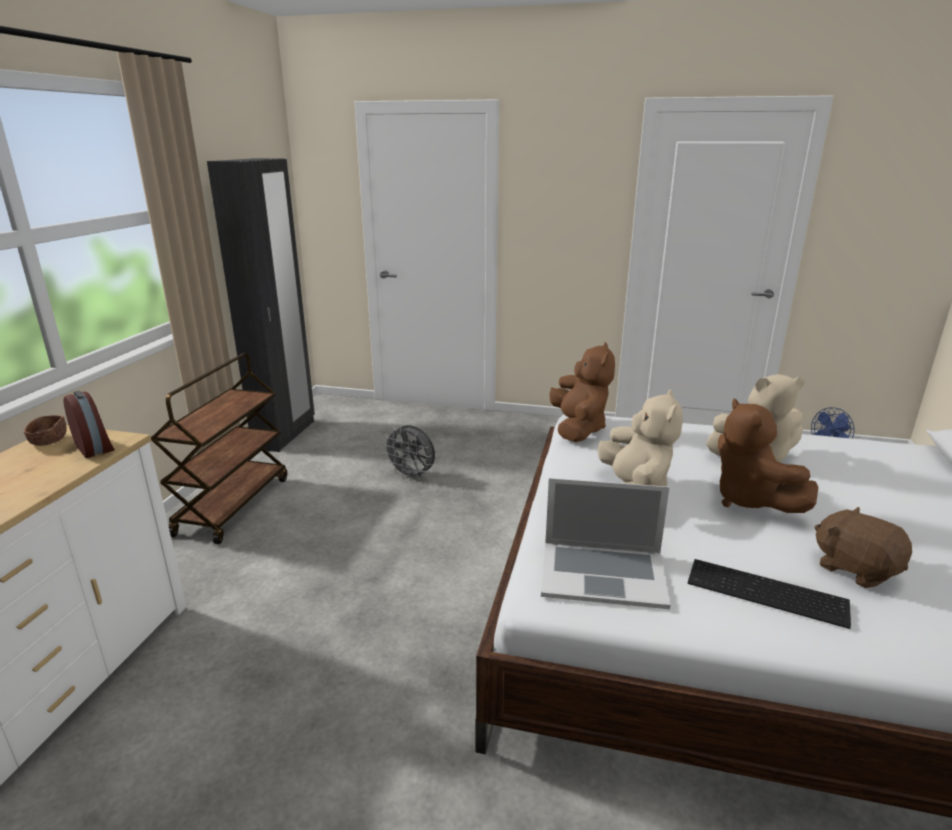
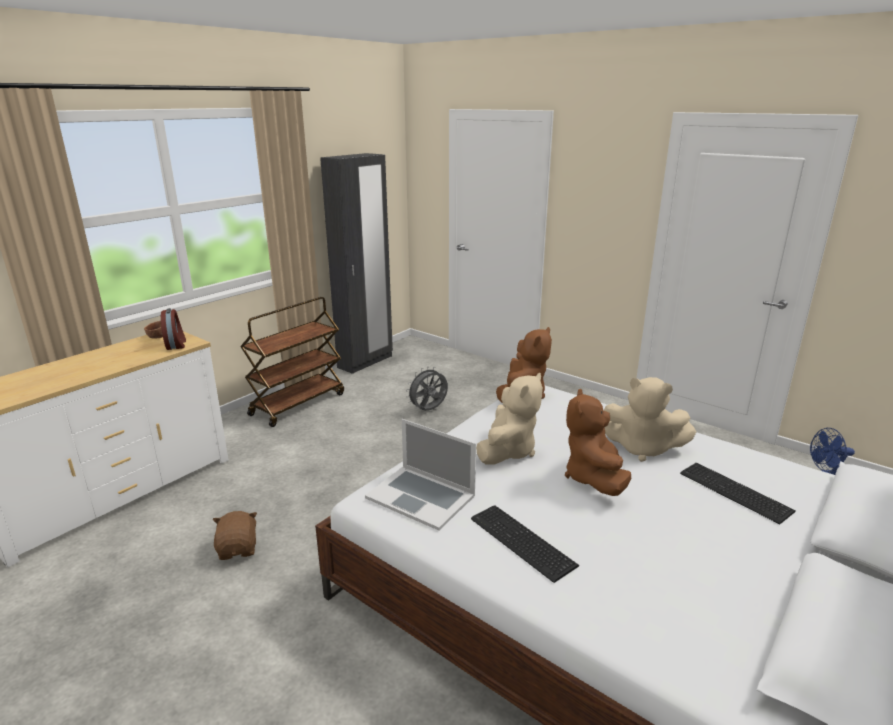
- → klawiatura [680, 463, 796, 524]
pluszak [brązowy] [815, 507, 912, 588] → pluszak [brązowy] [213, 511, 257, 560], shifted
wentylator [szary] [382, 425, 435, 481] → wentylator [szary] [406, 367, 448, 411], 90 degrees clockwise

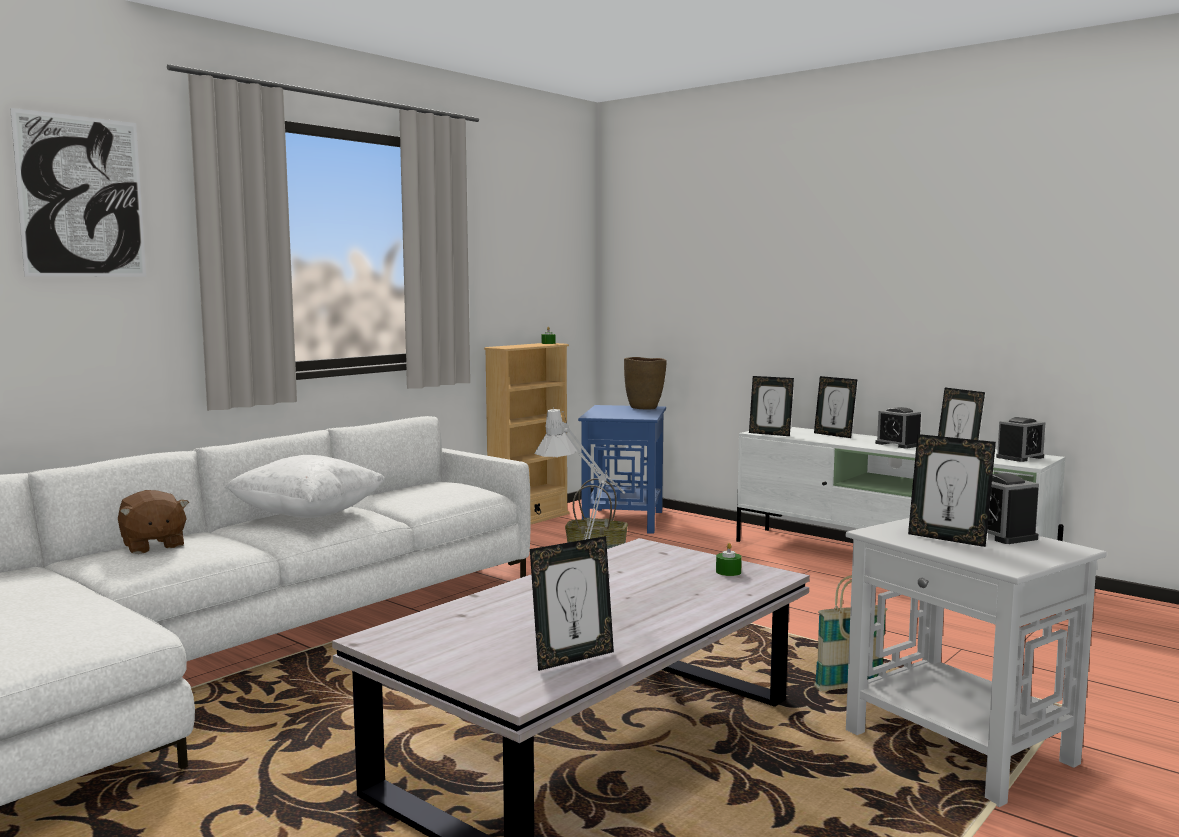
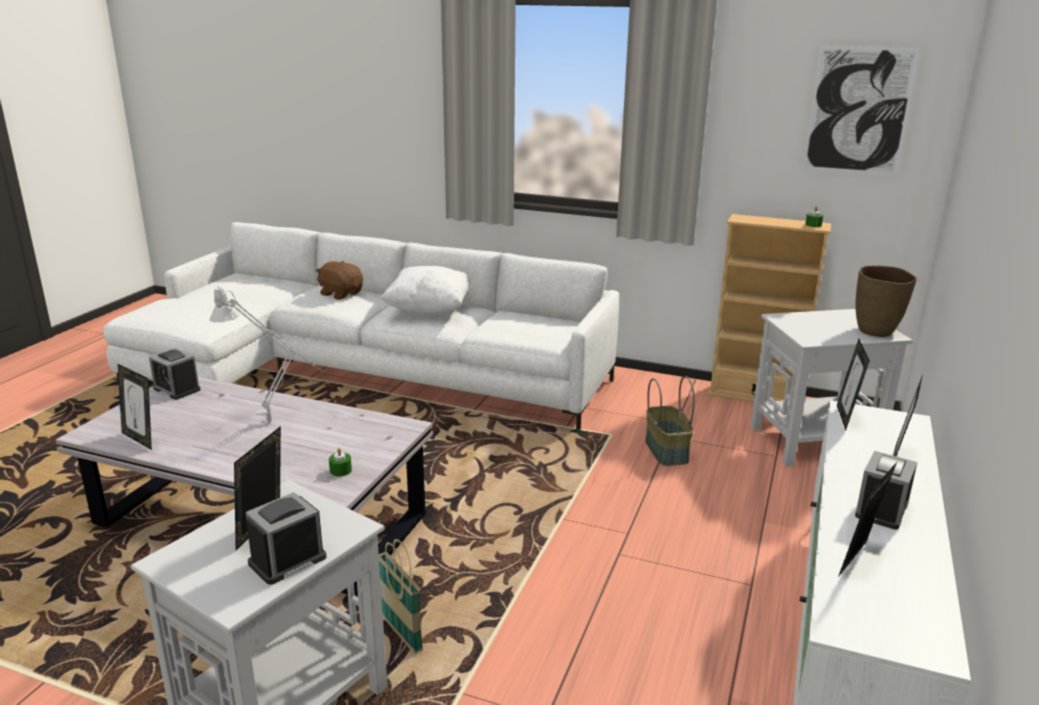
obraz [10, 108, 146, 277] → obraz [803, 45, 920, 175], shifted
budzik [996, 417, 1046, 462] → budzik [149, 348, 200, 400], shifted
stolik [niebieski] [578, 405, 666, 534] → stolik [biały] [750, 309, 913, 466]
pluszak [brązowy] [118, 490, 189, 554] → pluszak [brązowy] [316, 261, 363, 300], 90 degrees clockwise

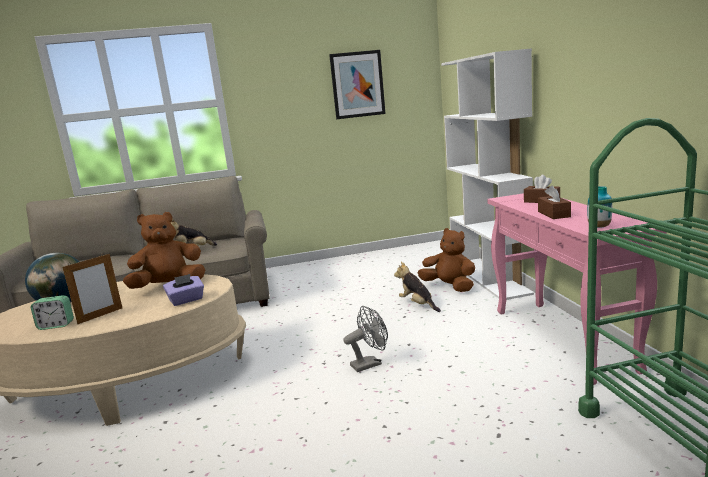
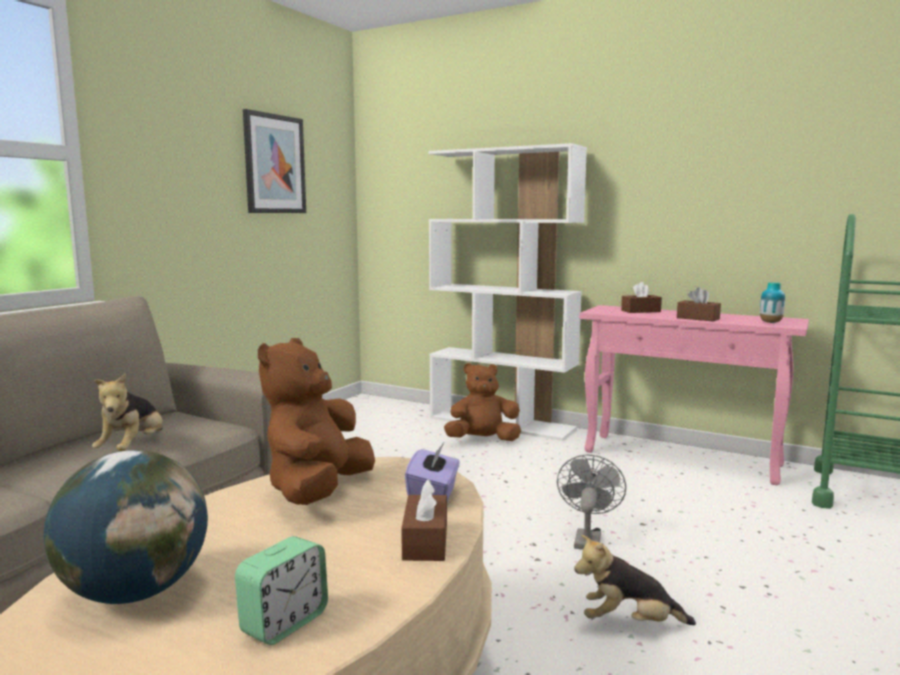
ramka na zdjęcie [62, 254, 122, 324] → -
- → pudełko chusteczek [brązowy] [401, 479, 447, 561]
pluszak [394, 262, 441, 312] → pluszak [574, 534, 696, 625], shifted

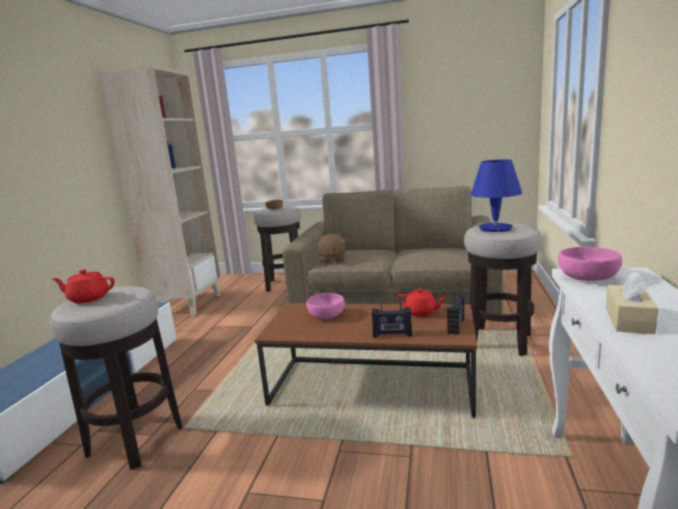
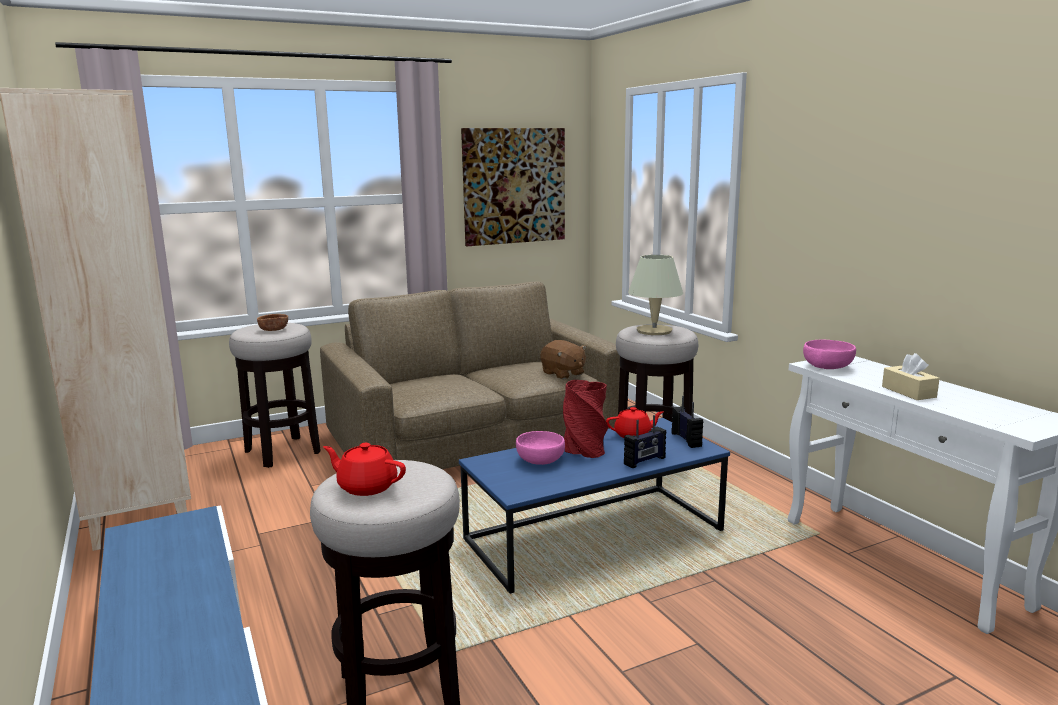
- → obraz [461, 128, 565, 246]
- → wazon [czerwony] [563, 380, 608, 458]
pluszak [brązowy] [316, 233, 345, 263] → pluszak [brązowy] [540, 340, 587, 379], shifted
ława [brązowy] [254, 303, 478, 418] → ława [niebieski] [459, 418, 730, 594]
lampa stołowa [niebieski] [471, 159, 522, 232] → lampa stołowa [beżowy] [628, 255, 683, 335]
imbryk [czerwony] [52, 269, 115, 303] → imbryk [czerwony] [323, 443, 406, 496], 60 degrees clockwise

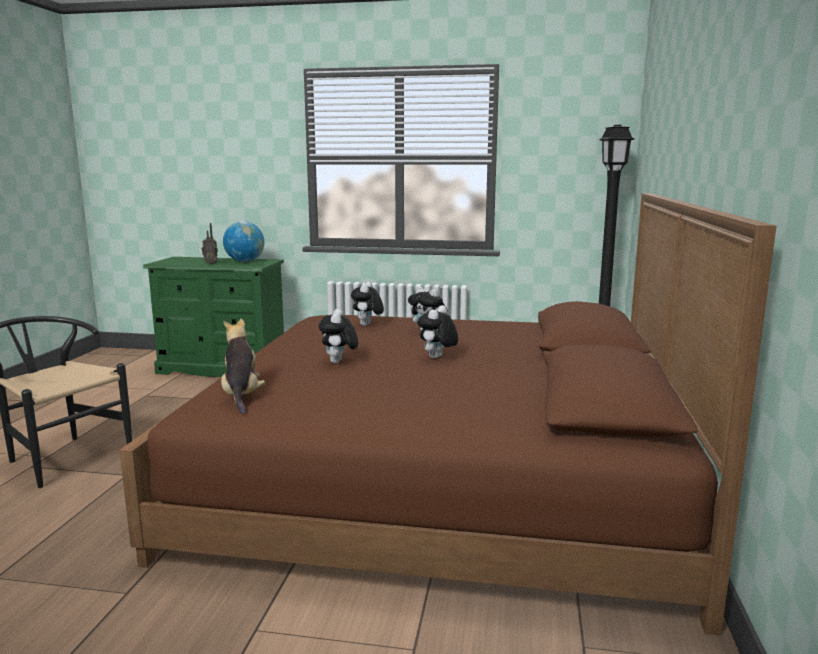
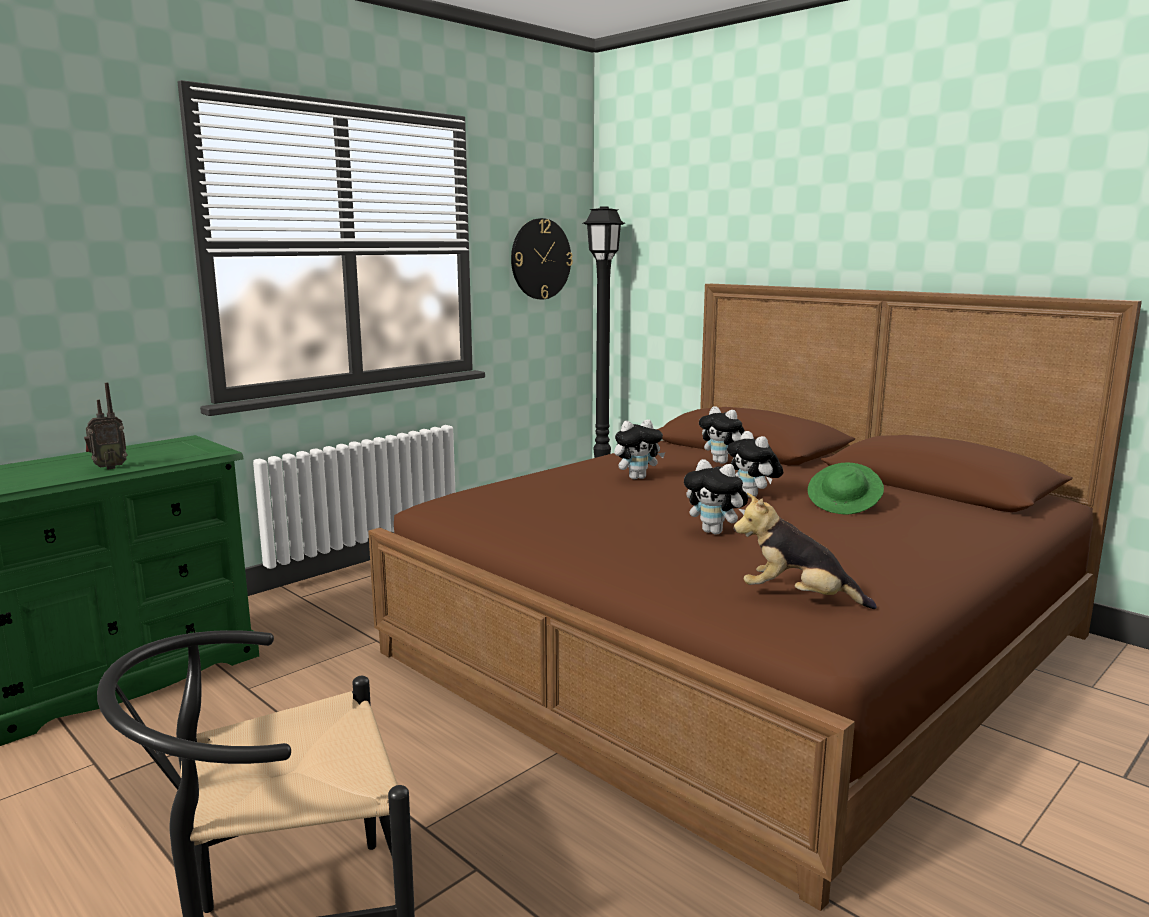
globus [223, 221, 264, 262] → -
- → zegar ścienny [511, 218, 573, 300]
- → kapelusz [zielony] [808, 462, 884, 515]
pluszak [351, 281, 384, 326] → pluszak [699, 406, 745, 464], shifted

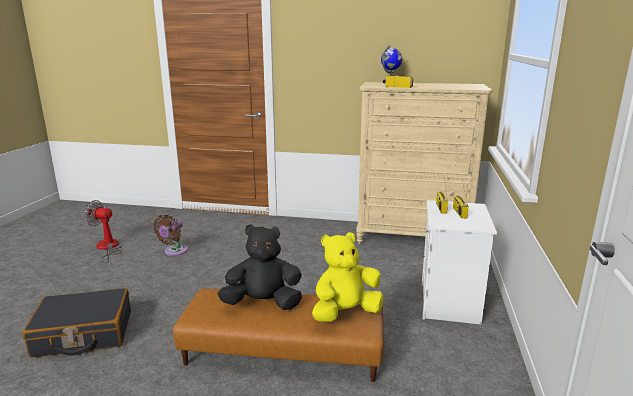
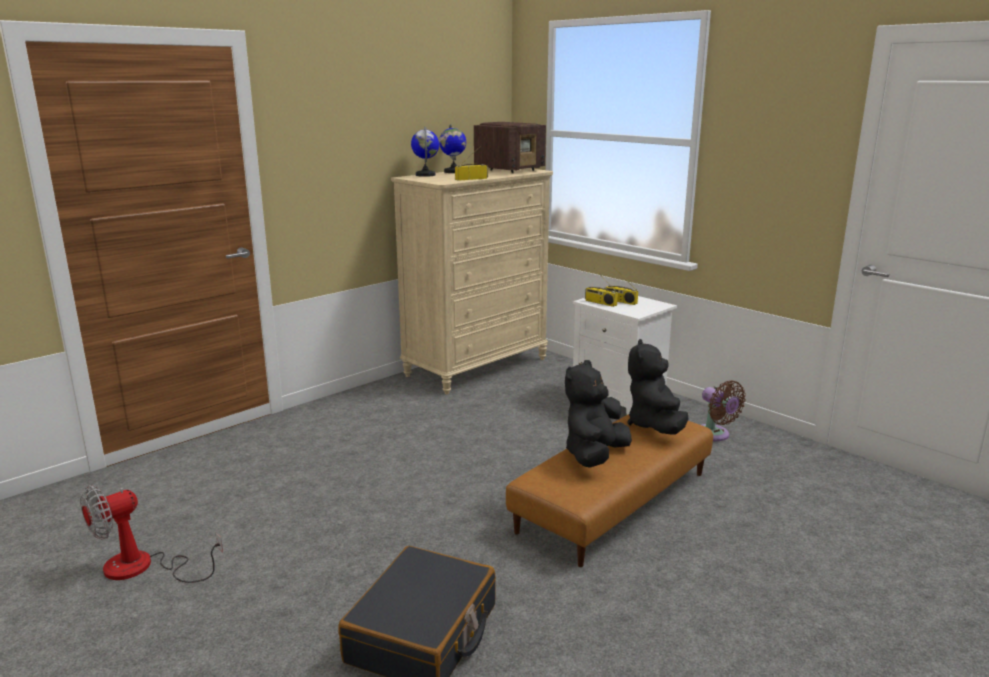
- → globus [439, 124, 466, 173]
- → radio [474, 122, 546, 173]
wentylator [brązowy] [153, 215, 188, 256] → wentylator [brązowy] [702, 380, 746, 441], shifted
pluszak [żółty] [312, 232, 383, 322] → pluszak [czarny] [627, 339, 689, 435]

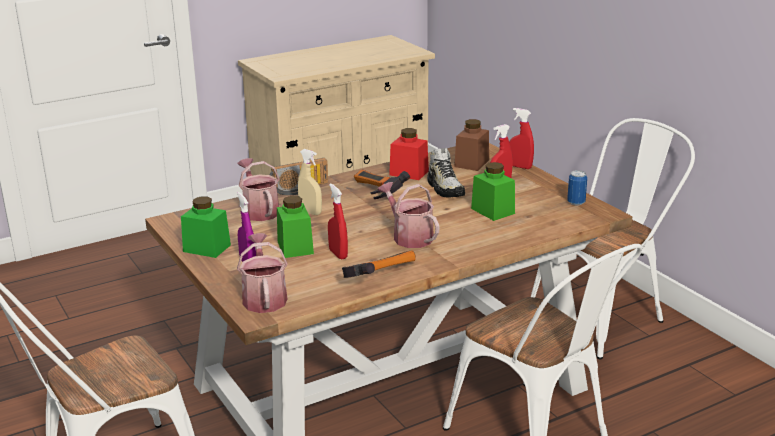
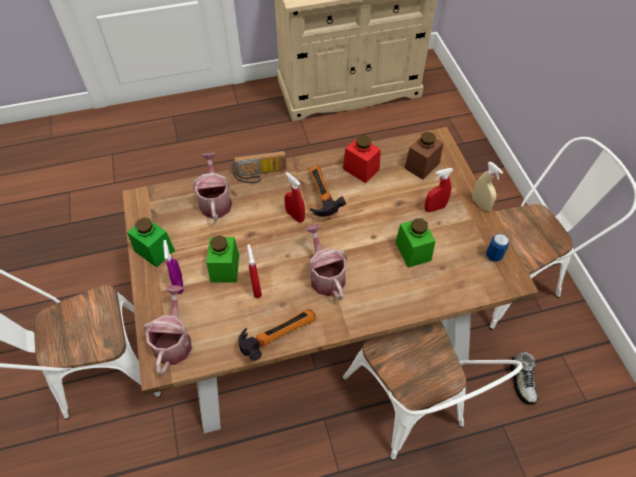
spryskiwacz [beżowy] [298, 149, 322, 215] → spryskiwacz [beżowy] [472, 162, 503, 211], shifted
but [427, 148, 465, 198] → but [510, 352, 538, 405], shifted
spryskiwacz [czerwony] [509, 108, 534, 169] → spryskiwacz [czerwony] [284, 172, 305, 223], shifted

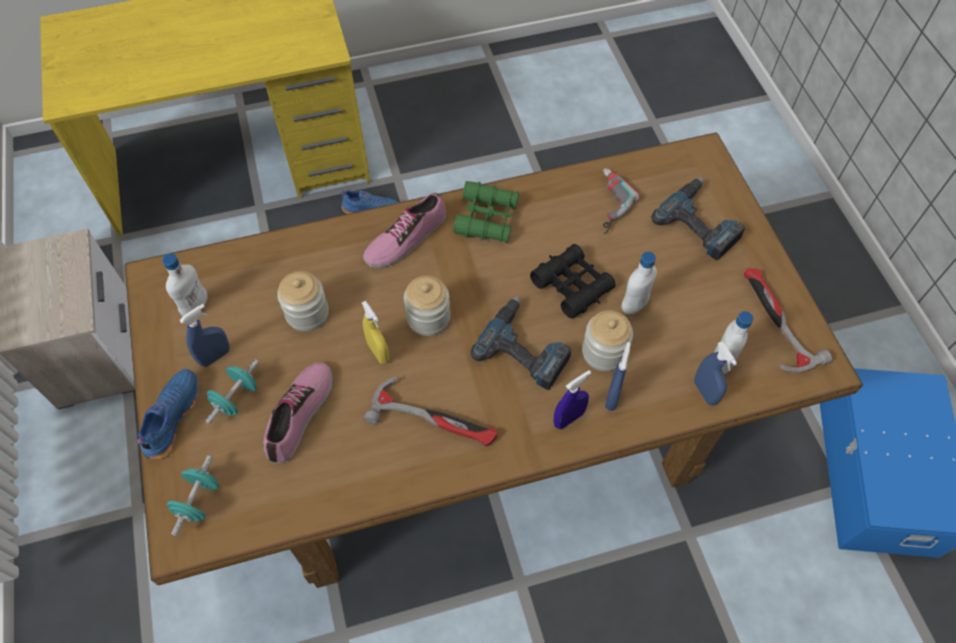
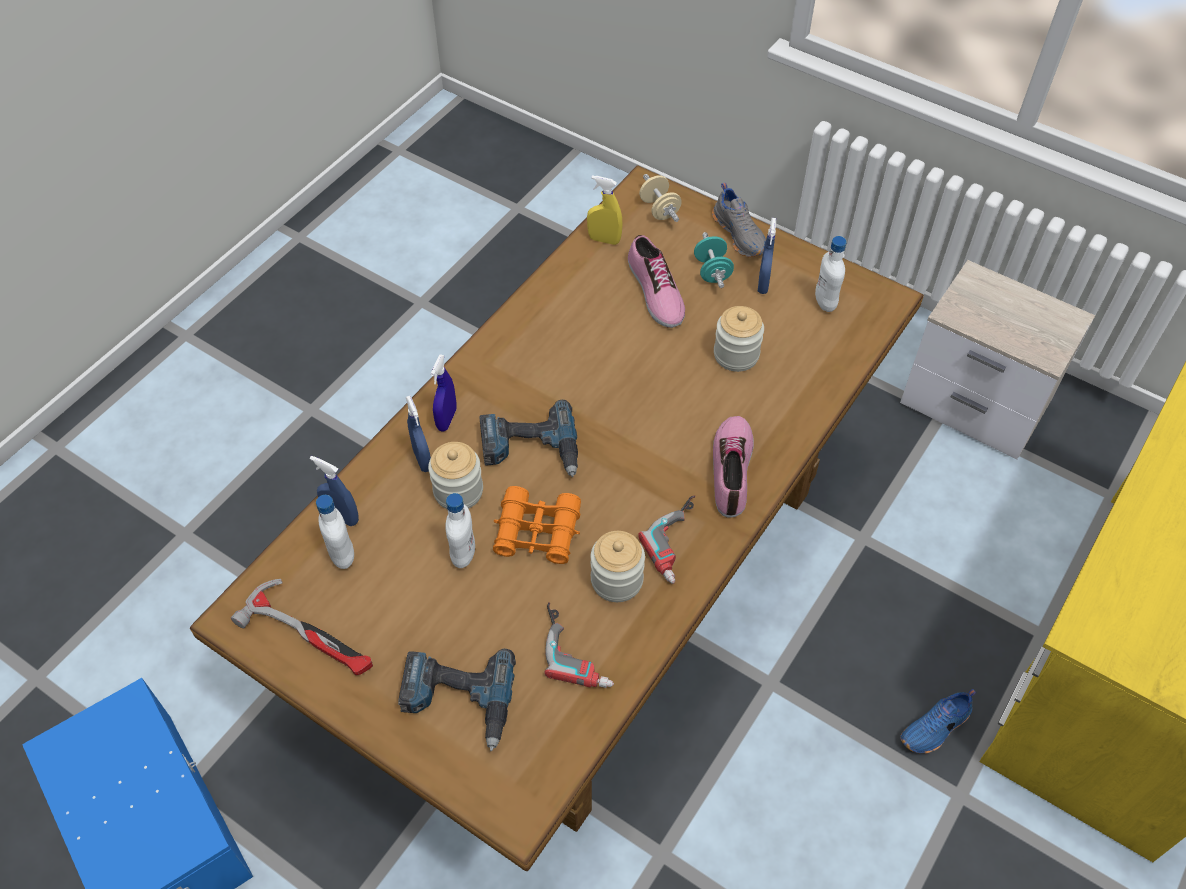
młotek [364, 377, 498, 447] → -
spryskiwacz [żółty] [362, 301, 390, 364] → spryskiwacz [żółty] [587, 175, 623, 245], shifted
słoik [404, 276, 450, 336] → słoik [591, 531, 645, 602], shifted
lornetka [zielony] [453, 181, 519, 243] → wiertarka [638, 495, 695, 584]
but [niebieski] [136, 369, 199, 460] → but [szary] [712, 183, 766, 257]
hantel [turkusowy] [167, 455, 219, 536] → hantel [beżowy] [639, 174, 682, 222]
lornetka [czarny] [530, 244, 616, 319] → lornetka [pomarańczowy] [493, 486, 581, 564]

